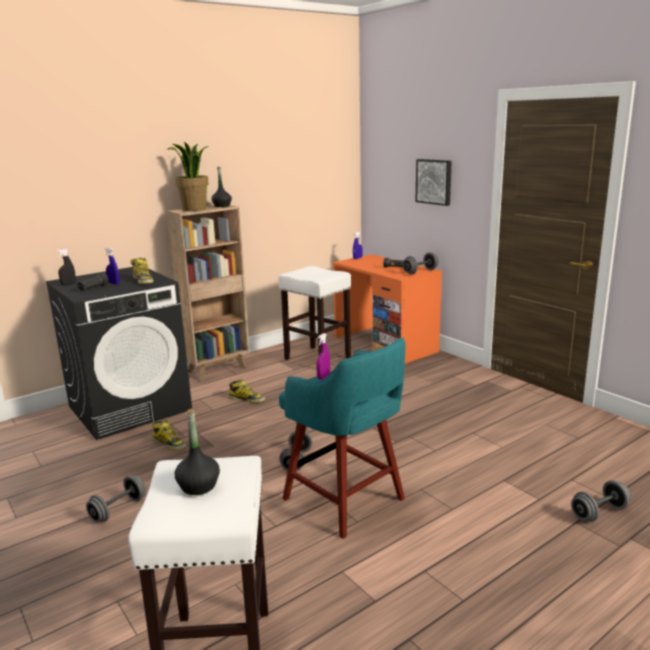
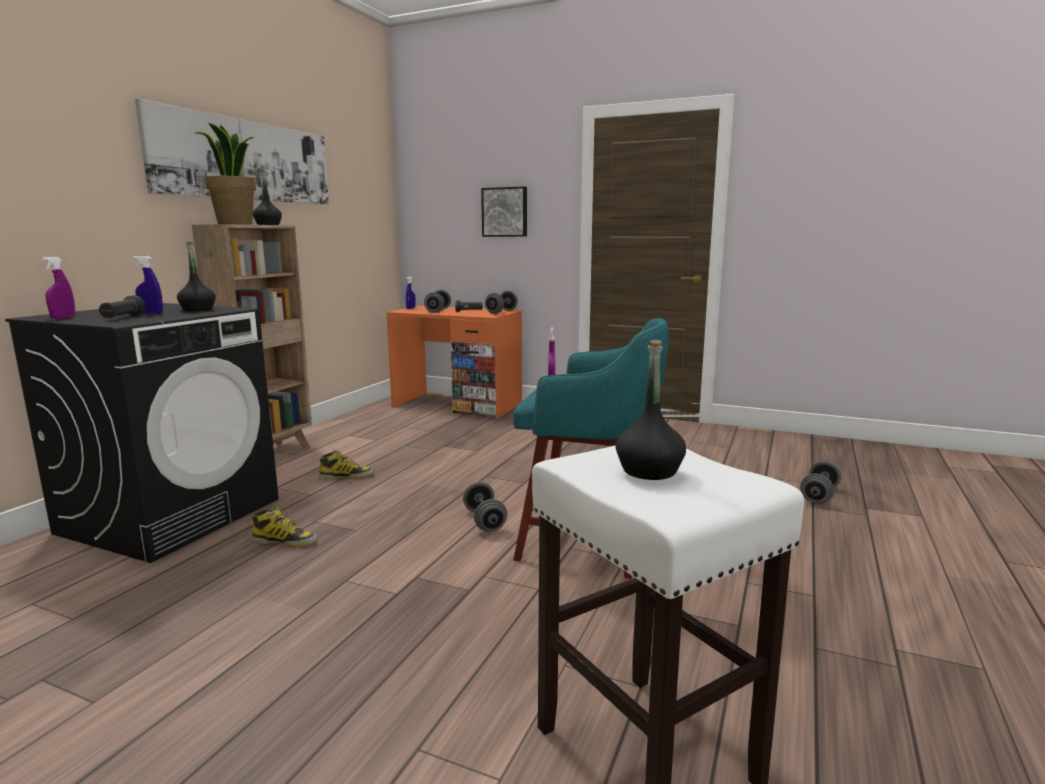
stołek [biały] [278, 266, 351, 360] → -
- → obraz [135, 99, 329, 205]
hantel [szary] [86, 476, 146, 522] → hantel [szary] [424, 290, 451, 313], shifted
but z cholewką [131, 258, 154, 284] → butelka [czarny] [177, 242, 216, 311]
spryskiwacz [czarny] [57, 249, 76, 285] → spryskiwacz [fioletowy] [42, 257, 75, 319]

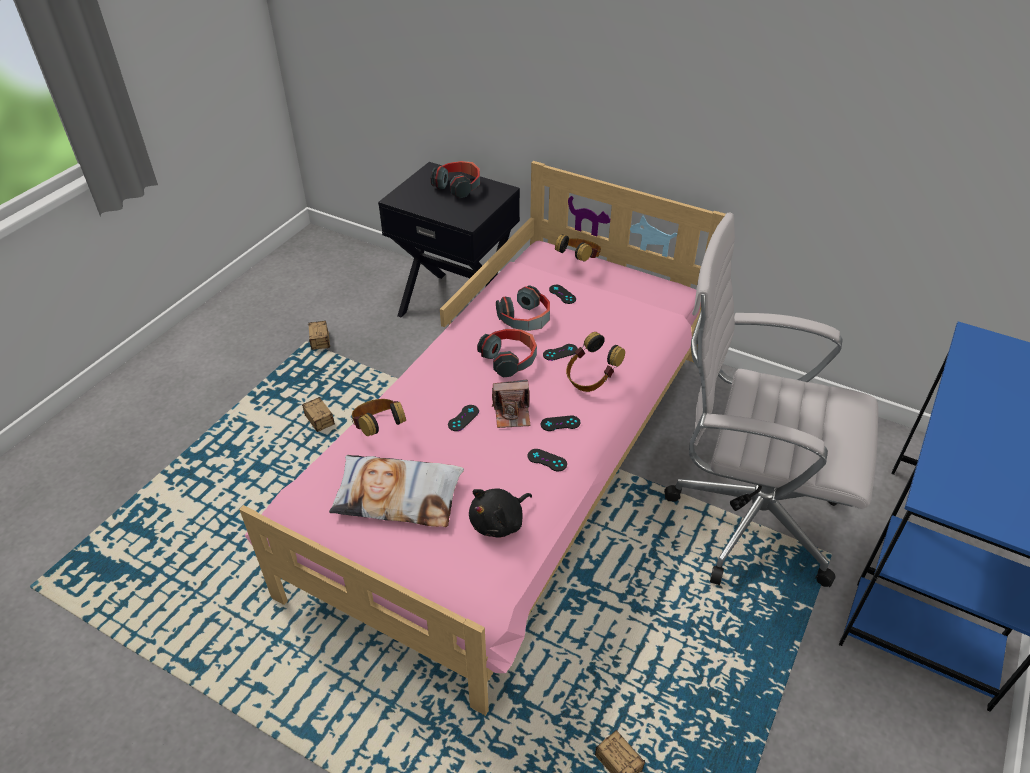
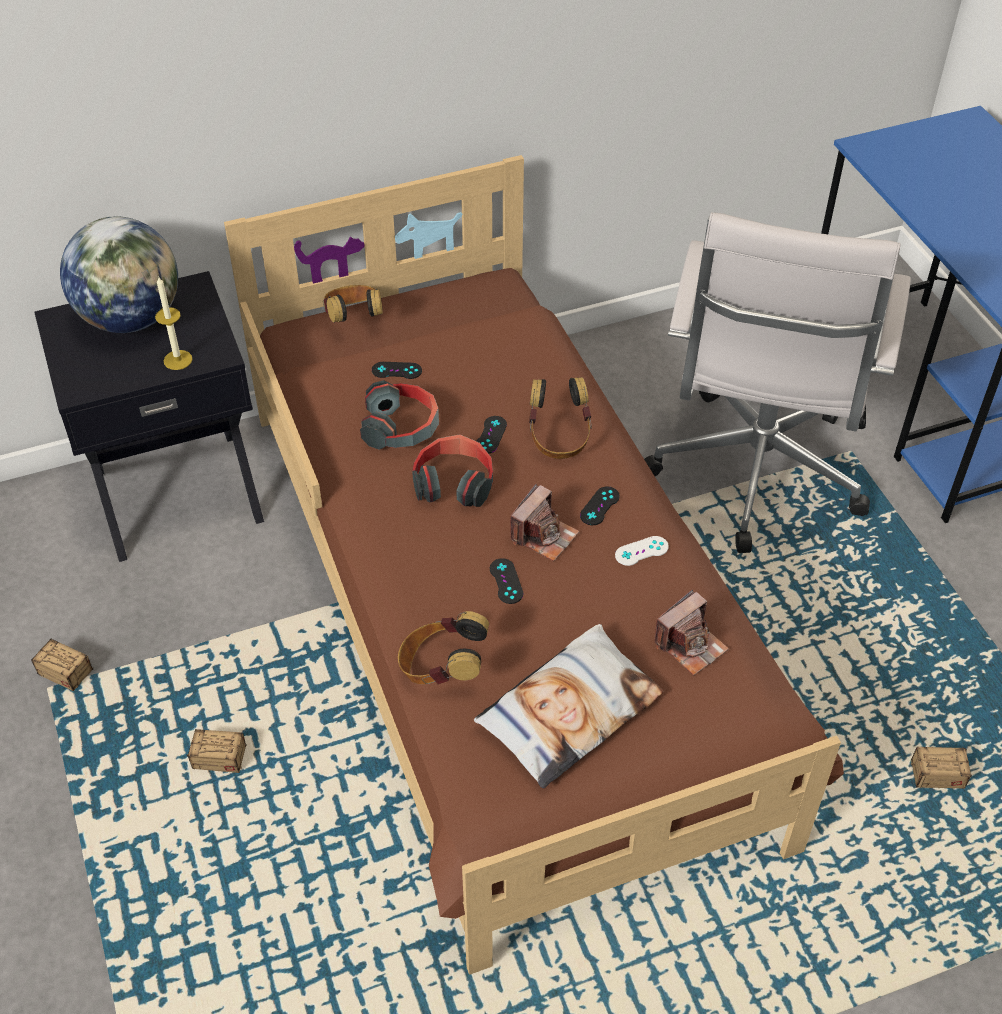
- → świeca [155, 276, 193, 370]
słuchawki [431, 161, 480, 198] → globus [60, 216, 178, 333]
pluszak [czarny] [469, 488, 532, 538] → aparat fotograficzny [654, 589, 729, 676]
łóżko [różowy] [239, 161, 726, 716] → łóżko [brązowy] [224, 155, 844, 975]
pad do gier [czarny] [528, 449, 567, 471] → pad do gier [biały] [615, 536, 669, 566]
krzesło biurowe [biały] [664, 213, 878, 587] → krzesło biurowe [biały] [644, 212, 911, 553], 45 degrees counterclockwise

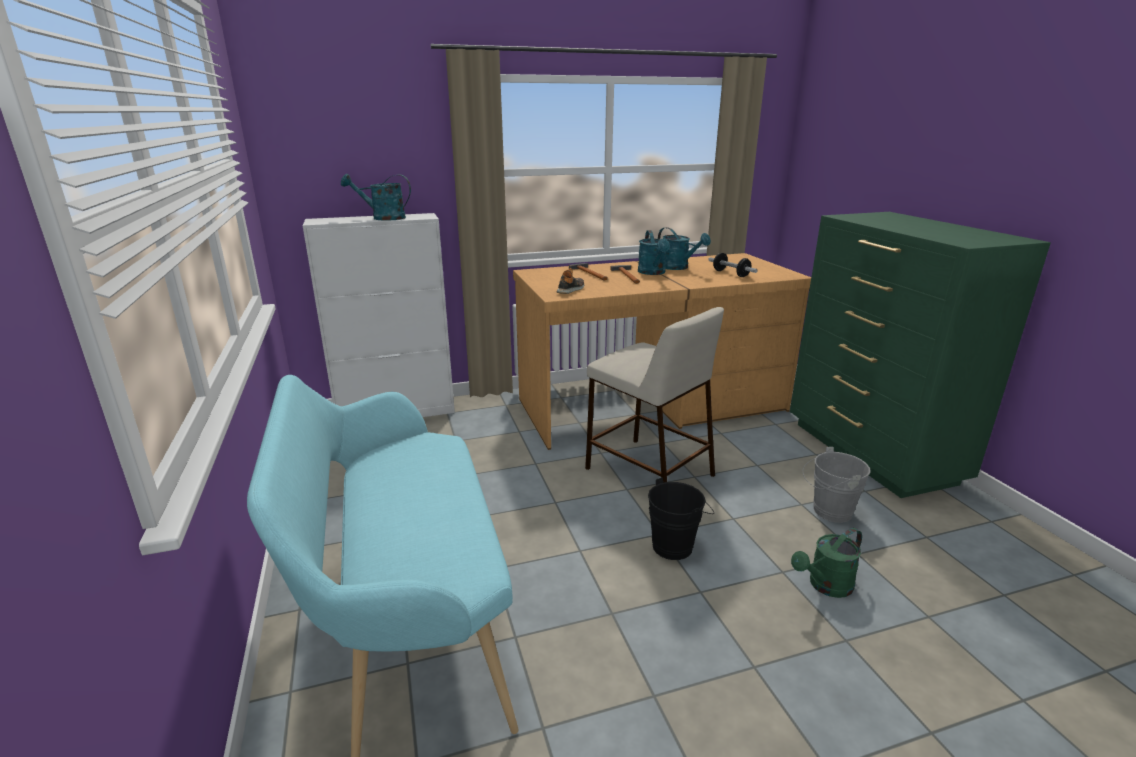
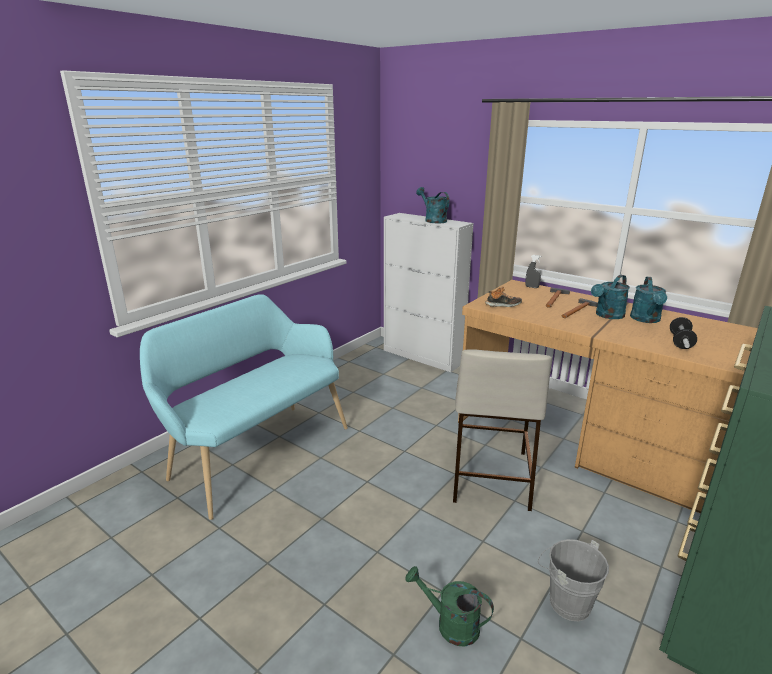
wiadro [czarny] [648, 477, 714, 560] → -
- → spryskiwacz [szary] [525, 255, 541, 288]

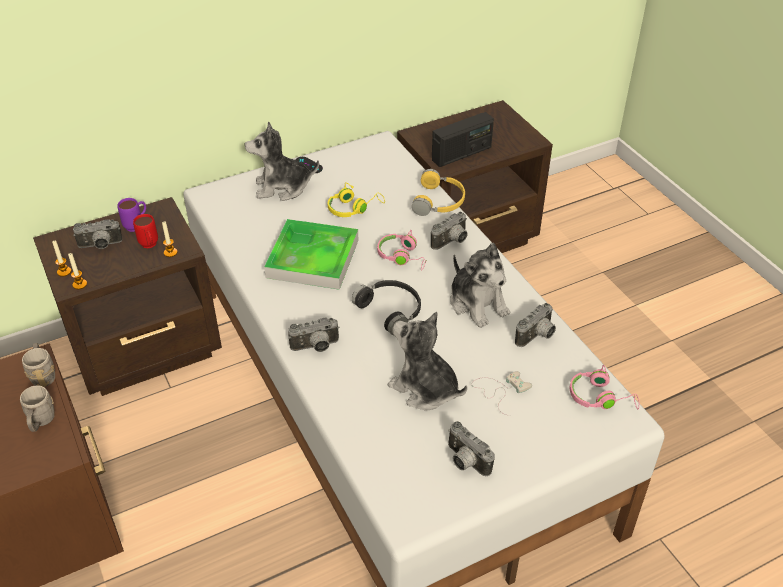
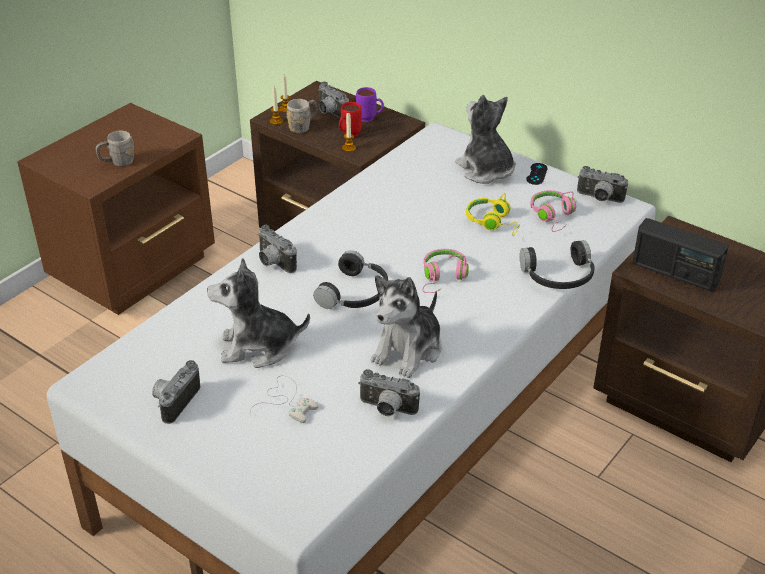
taca [264, 219, 359, 290] → -
kubek [szary] [22, 343, 55, 387] → kubek [szary] [286, 99, 317, 133], shifted
aparat fotograficzny [431, 212, 468, 250] → aparat fotograficzny [577, 166, 628, 203], shifted
słuchawki [różowy] [570, 365, 639, 409] → słuchawki [różowy] [530, 190, 576, 232], shifted
słuchawki [żółty] [412, 169, 465, 216] → słuchawki [czarny] [520, 240, 594, 289]
pluszak [388, 312, 467, 410] → pluszak [207, 258, 310, 368], 105 degrees counterclockwise

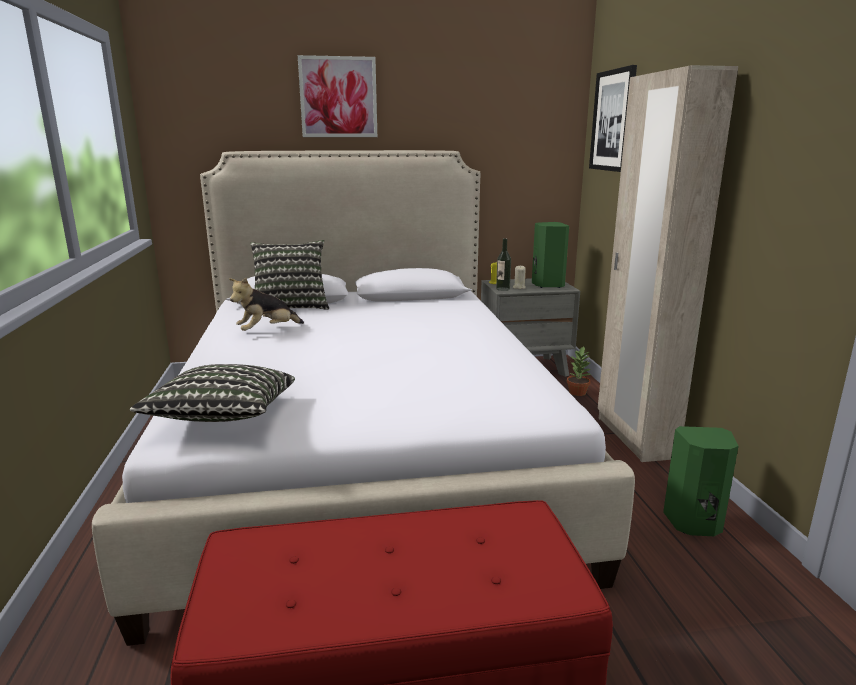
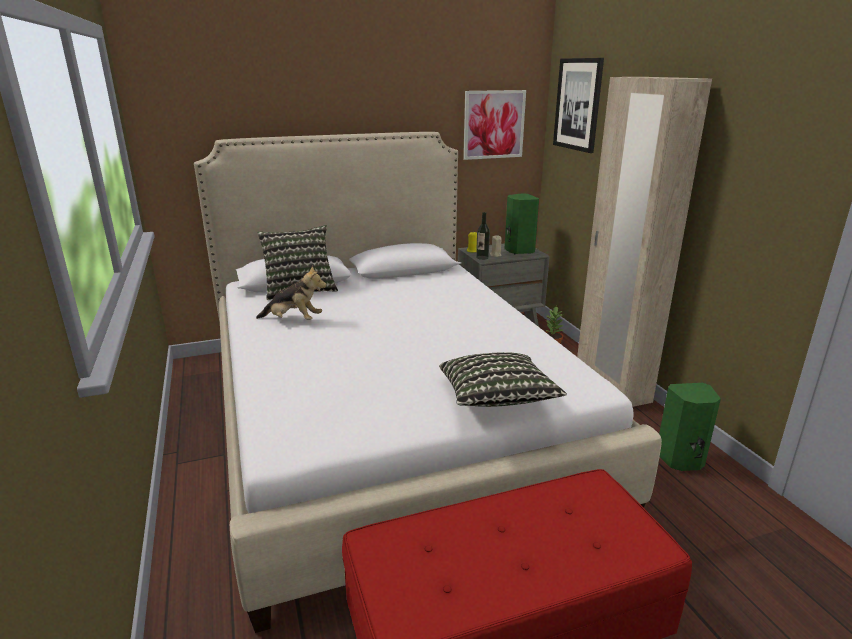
poduszka [130, 364, 295, 422] → poduszka [439, 352, 567, 407], shifted
obraz [298, 55, 377, 137] → obraz [463, 90, 526, 160], shifted
pluszak [229, 278, 304, 331] → pluszak [256, 266, 327, 320], 120 degrees counterclockwise

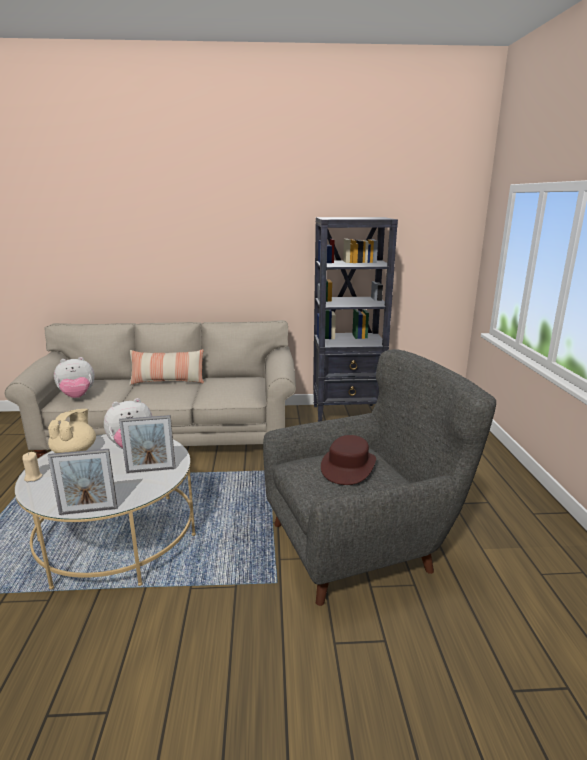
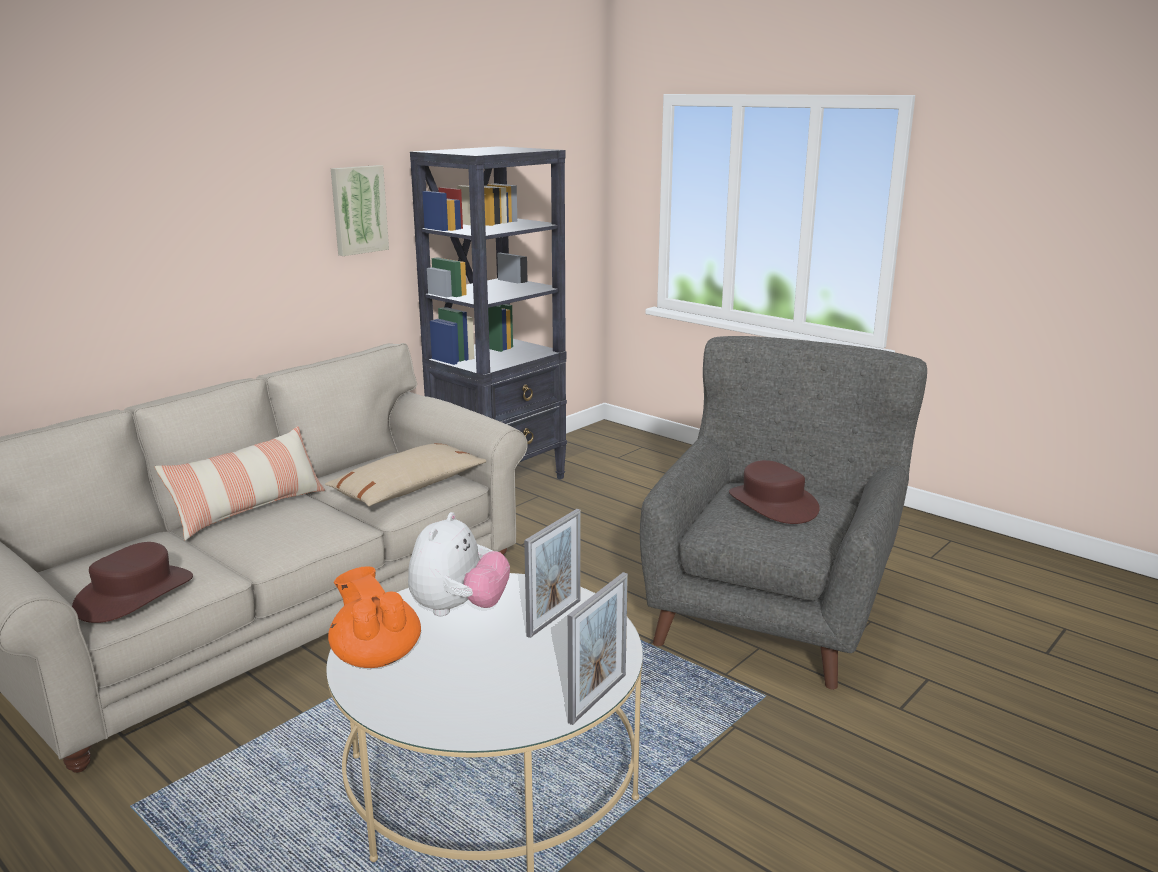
świeca [beżowy] [22, 452, 42, 482] → -
- → poduszka [beżowy] [325, 443, 486, 506]
- → obraz [331, 165, 389, 256]
pluszak [54, 357, 95, 398] → kapelusz [brązowy] [72, 542, 193, 623]
imbryk [beżowy] [48, 409, 96, 453] → imbryk [pomarańczowy] [328, 566, 421, 668]

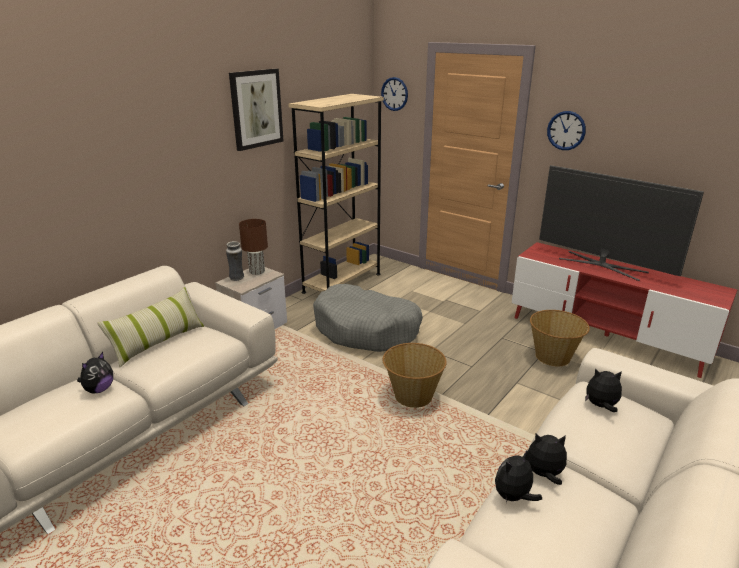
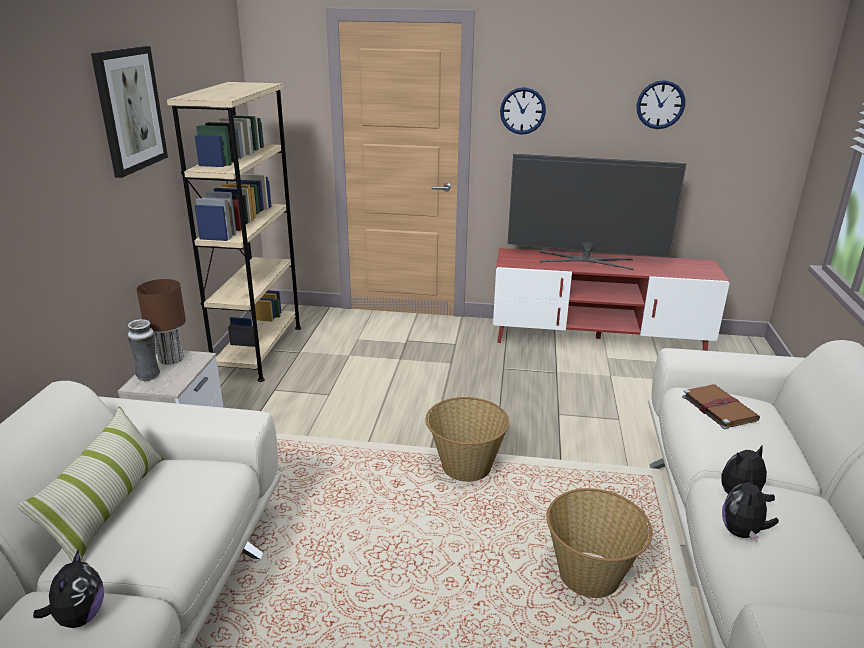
legowisko [szary] [313, 284, 423, 352] → -
zegar ścienny [381, 77, 408, 111] → zegar ścienny [637, 80, 685, 129], shifted
koszyk [530, 310, 590, 366] → koszyk [546, 488, 653, 598], shifted
pluszak [585, 369, 622, 412] → książka [brązowy] [682, 384, 760, 429]

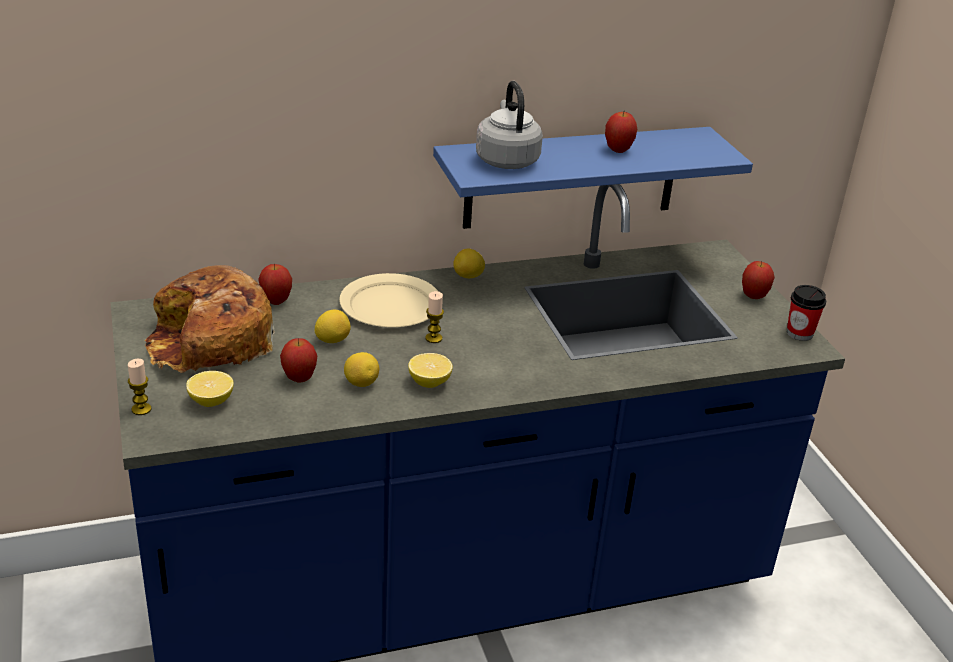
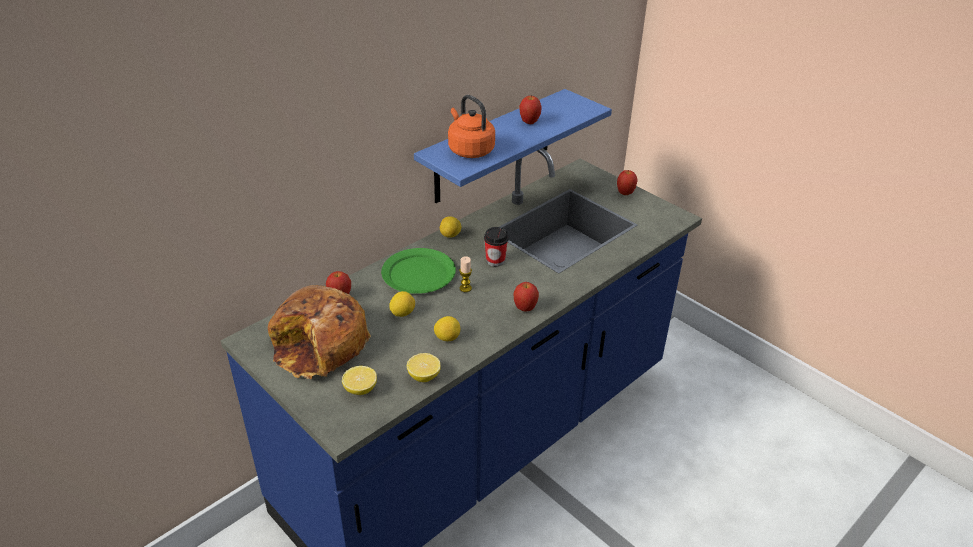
świeca [128, 359, 151, 415] → -
jabłko [280, 338, 317, 383] → jabłko [514, 282, 539, 312], shifted
cytryna [408, 353, 453, 388] → cytryna [407, 353, 441, 382], shifted
filiżanka [787, 285, 826, 341] → filiżanka [484, 227, 509, 267], shifted
talerz [beżowy] [339, 273, 438, 327] → talerz [zielony] [381, 248, 456, 294]
czajnik [szary] [476, 81, 543, 169] → czajnik [pomarańczowy] [448, 95, 495, 158]

